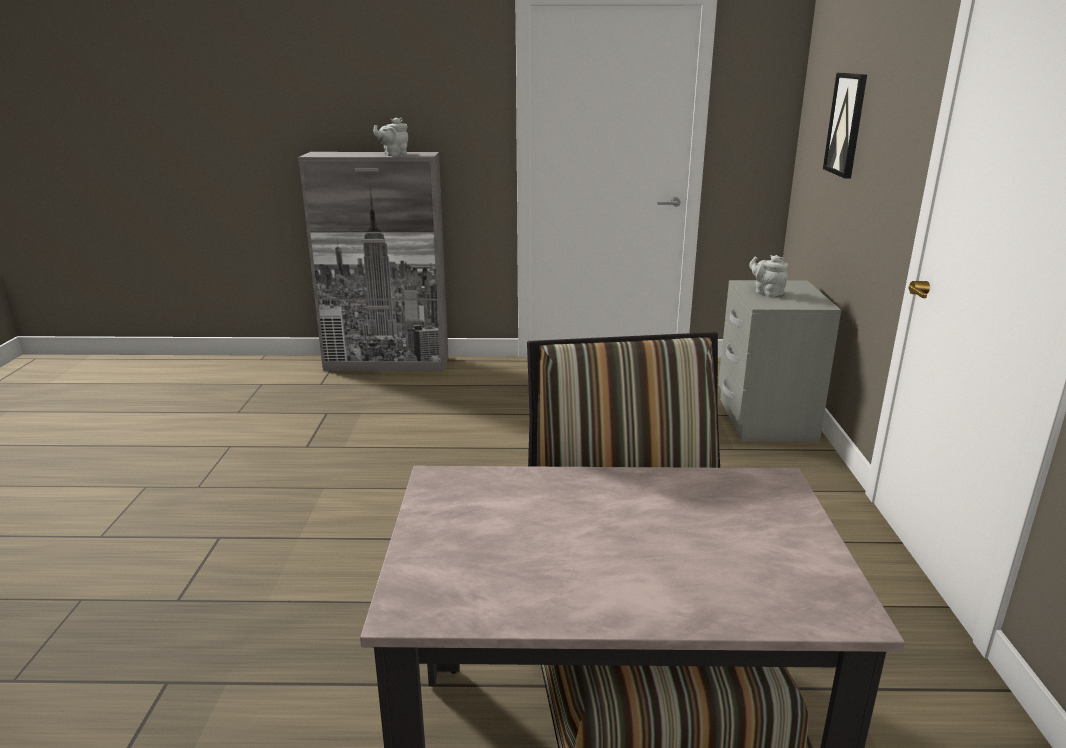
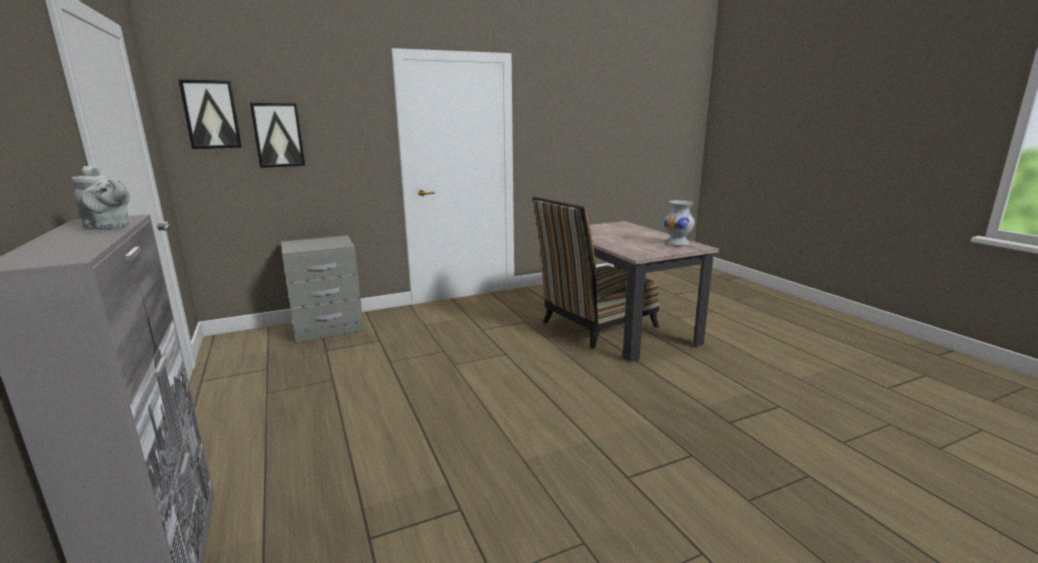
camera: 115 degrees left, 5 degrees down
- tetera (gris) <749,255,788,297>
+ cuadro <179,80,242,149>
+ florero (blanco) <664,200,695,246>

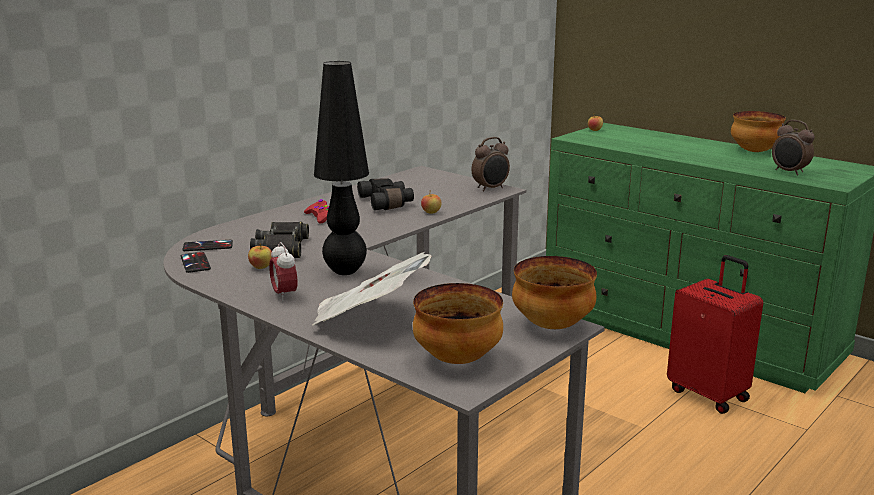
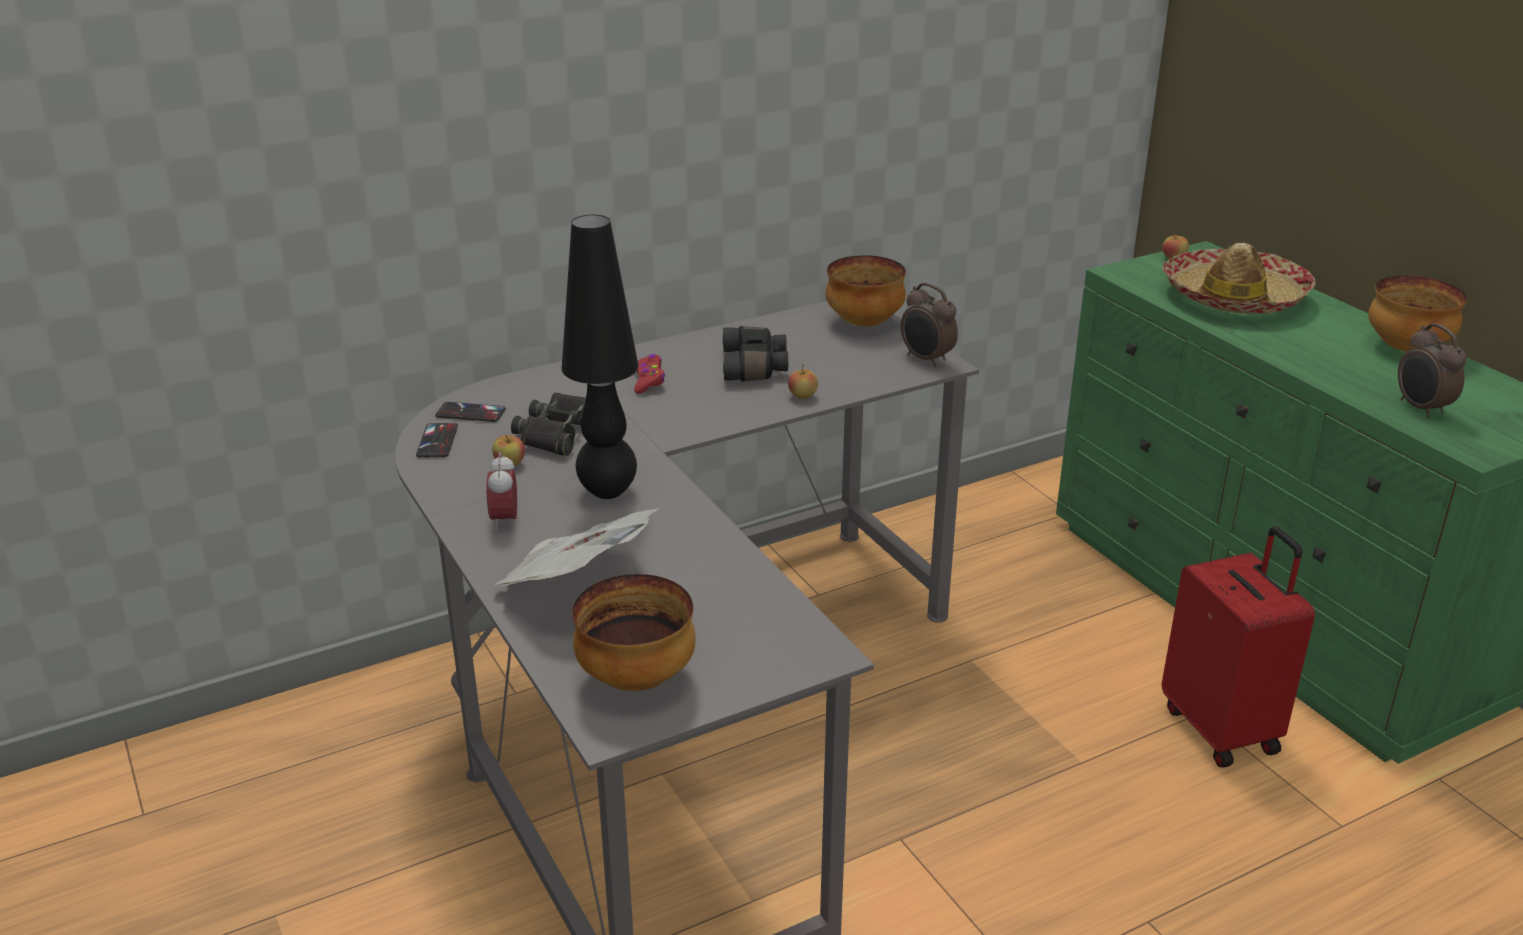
camera: 20 degrees right, 10 degrees up
~ despertador <471,137,510,191> = <901,283,958,367> 60 degrees clockwise
~ cuenco <512,256,597,329> to <826,255,906,326>
+ sombrero <1162,243,1316,314>

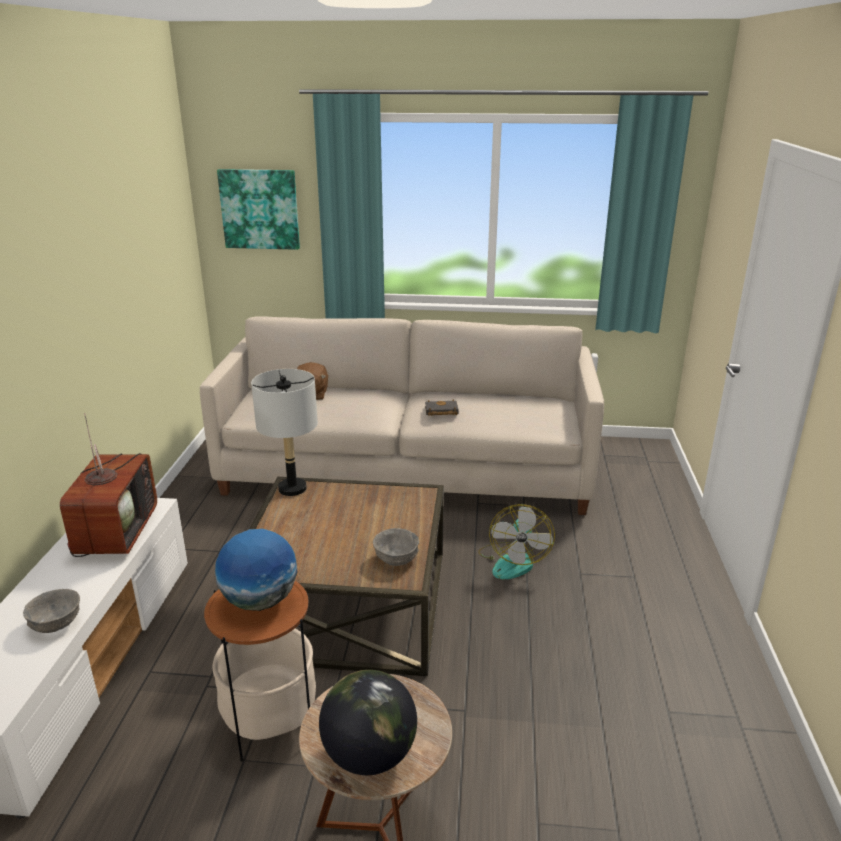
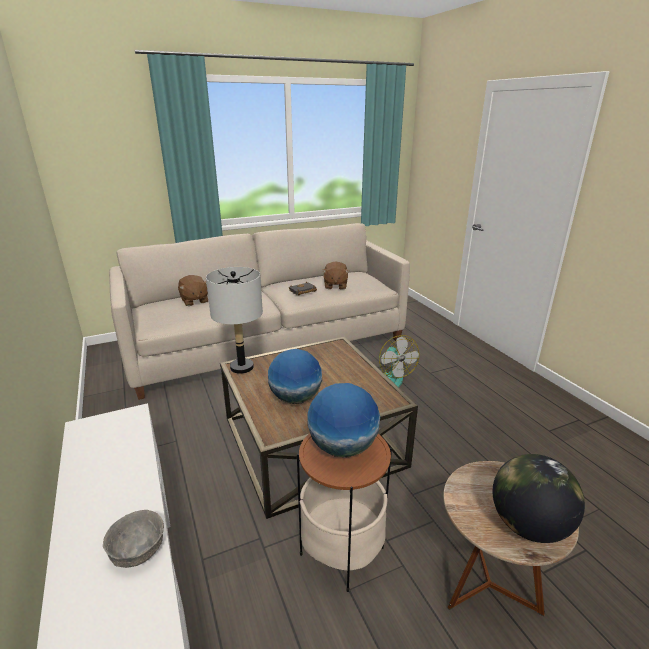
camera: 30 degrees left, 0 degrees up
- cuadro <217,169,300,250>
- televisor <60,413,157,557>
- cuenco (gris) <373,528,419,566>
+ peluche (marrón) <322,262,349,289>
+ globo terráqueo <268,349,322,404>

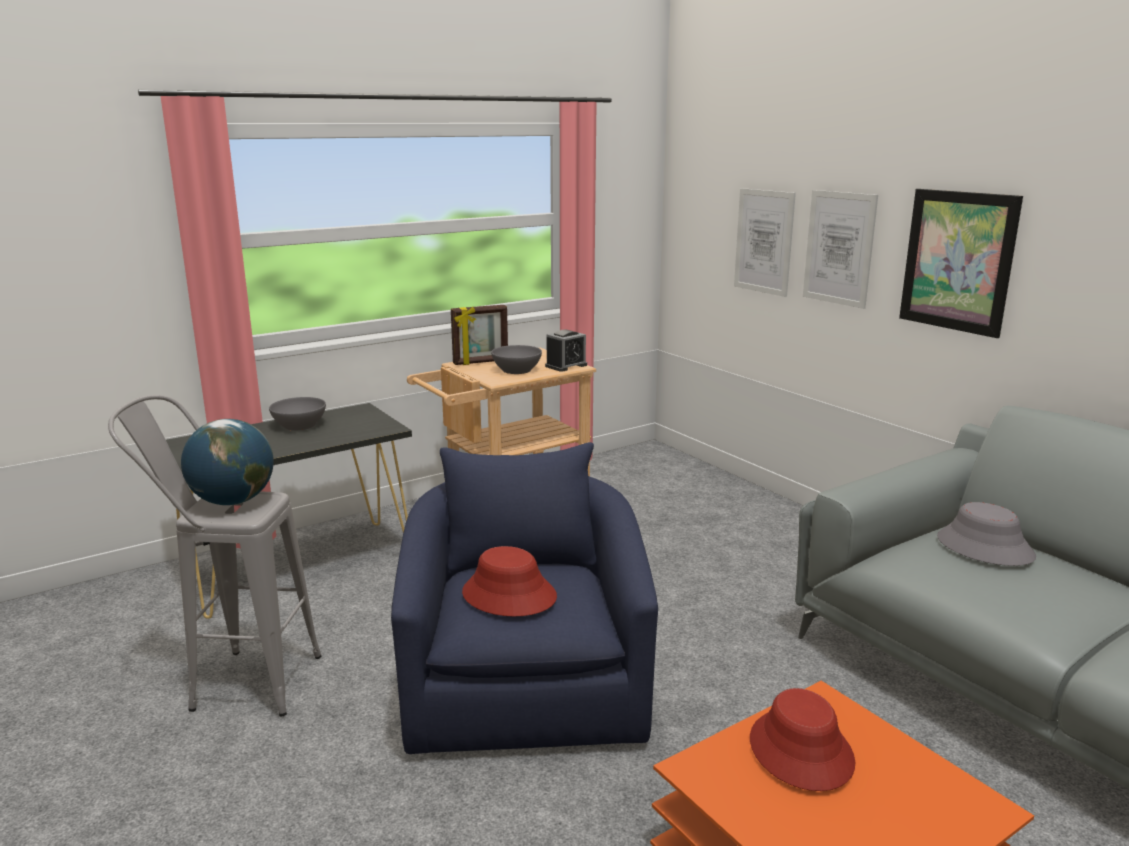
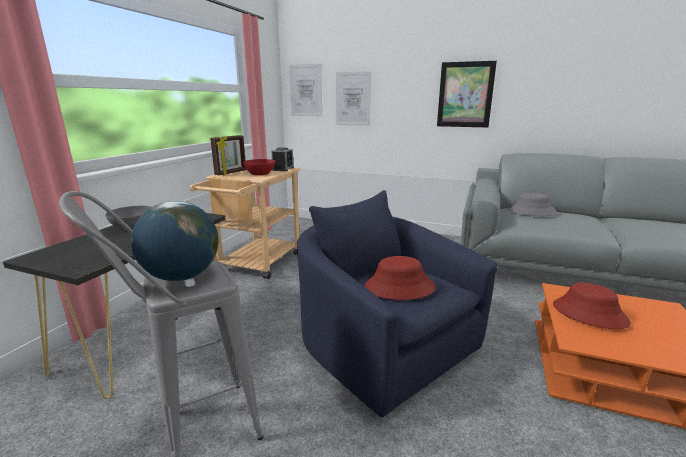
camera: 35 degrees left, 0 degrees up
~ cuadro <803,190,878,309> to <289,64,322,116>
~ cuenco (gris) <491,345,542,374> to cuenco (rojo) <243,159,275,175>

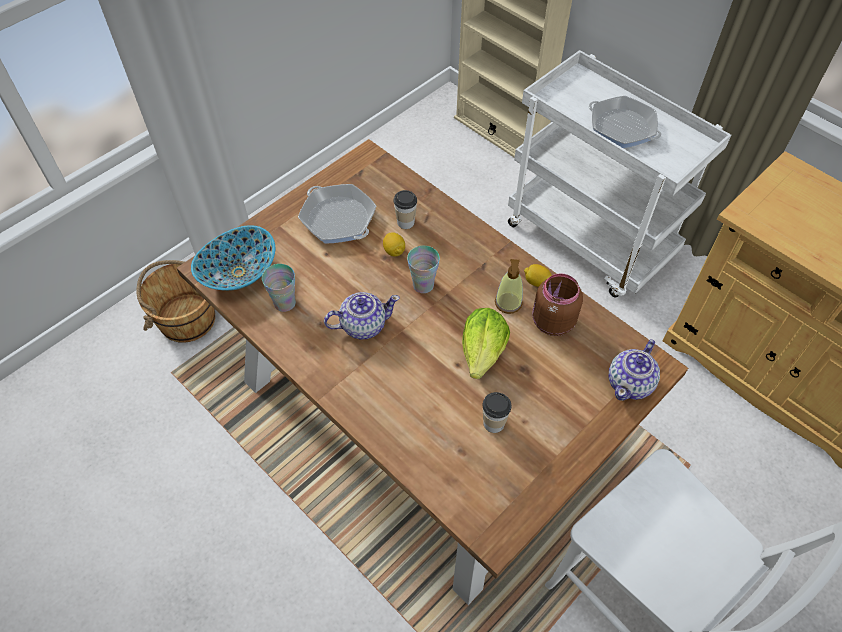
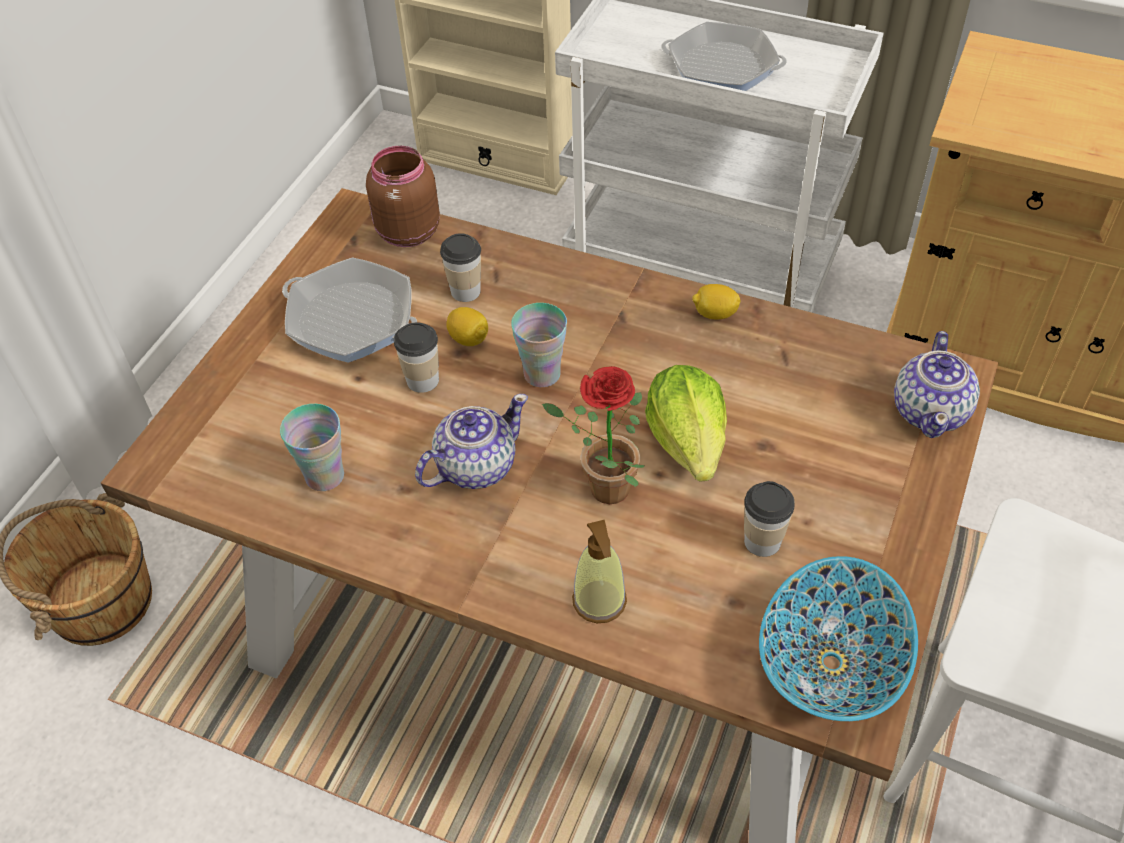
camera: 20 degrees left, 5 degrees down
~ cuenco <191,225,275,291> to <759,556,918,721>
~ dispensador de jabón <495,259,523,314> to <572,520,627,623>
~ tarro (marrón) <533,273,583,336> to <366,146,440,247>
+ taza <394,322,439,393>
+ planta en maceta <542,366,644,504>

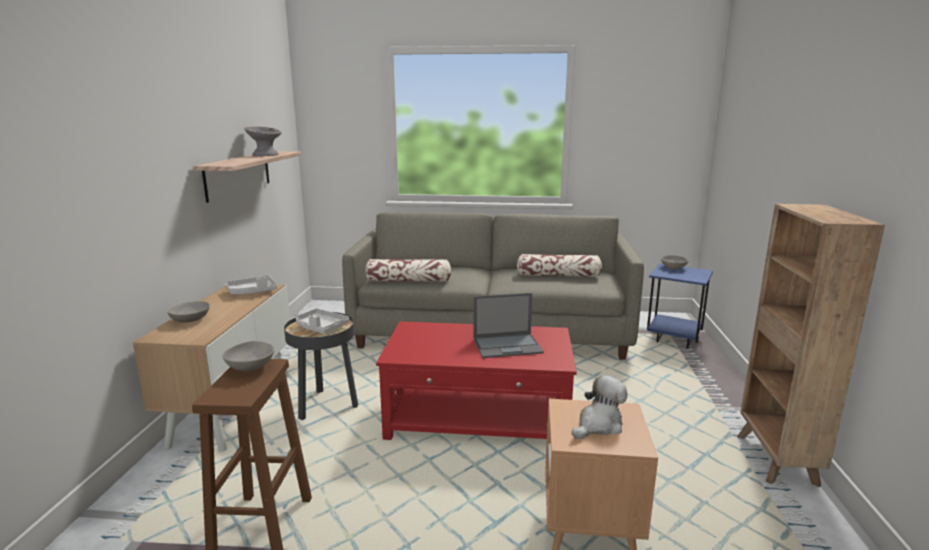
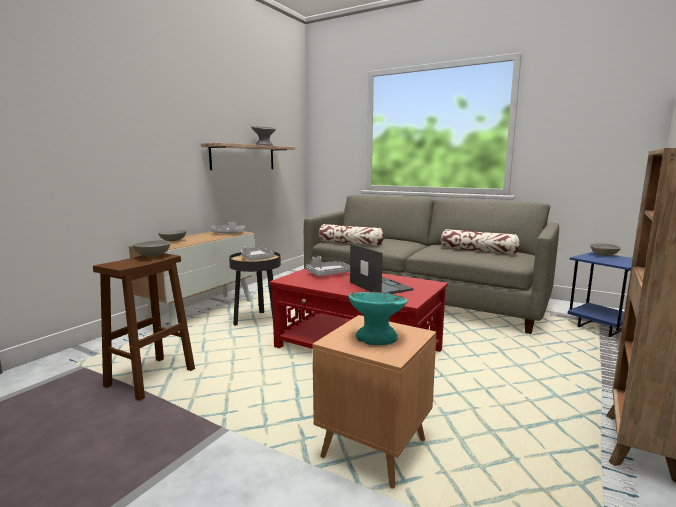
camera: 25 degrees right, 5 degrees down
~ portátil <473,293,544,358> = <350,243,413,294> 135 degrees counterclockwise
~ peluche <572,375,628,439> to cuenco (turquesa) <348,292,408,345>
+ bandeja (gris) <305,256,350,276>

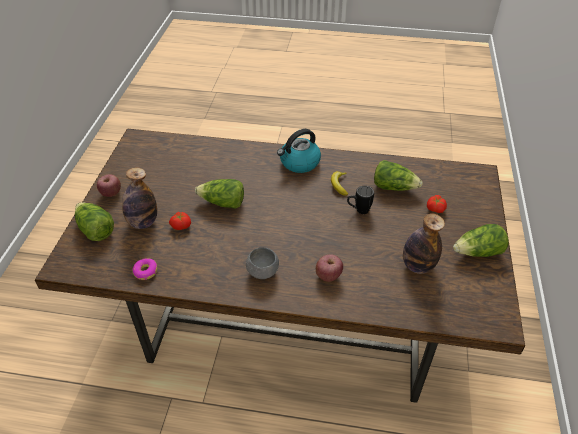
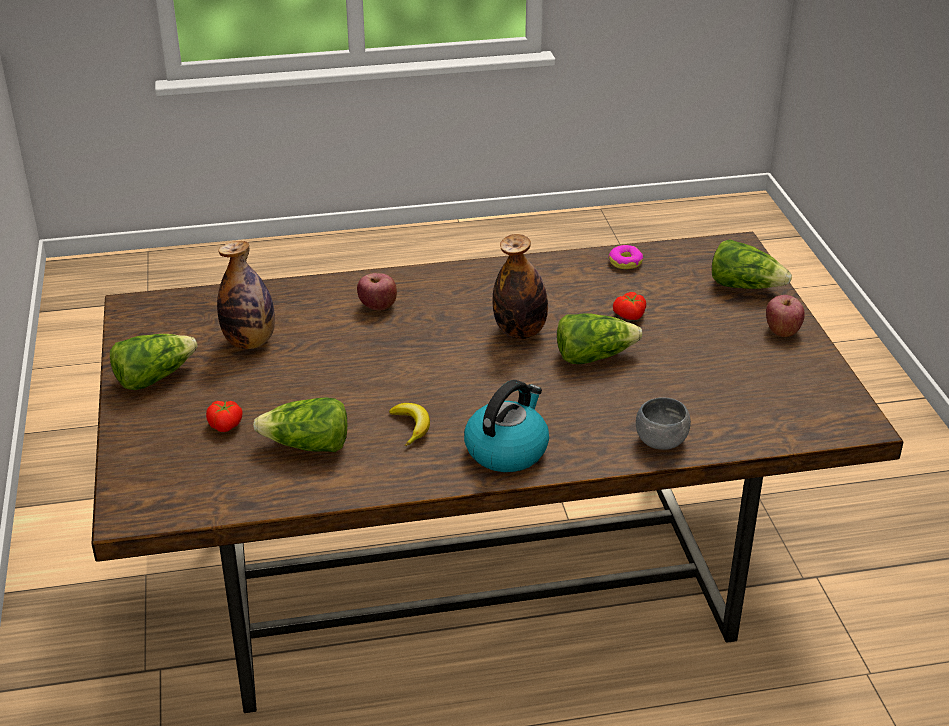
camera: 160 degrees right, 10 degrees down
~ botella <122,167,157,229> to <493,234,548,339>
- taza grande (negro) <347,186,374,214>
~ cuenco (gris) <246,247,279,279> to <636,398,691,450>

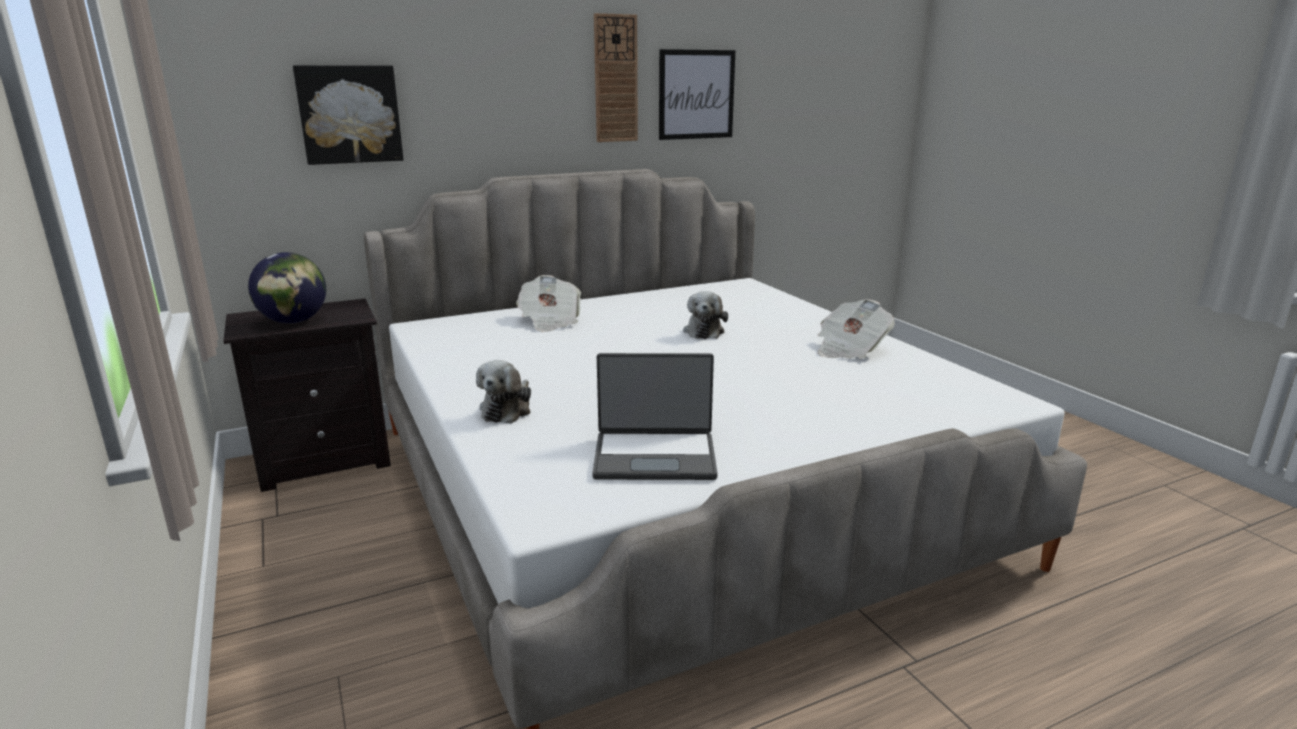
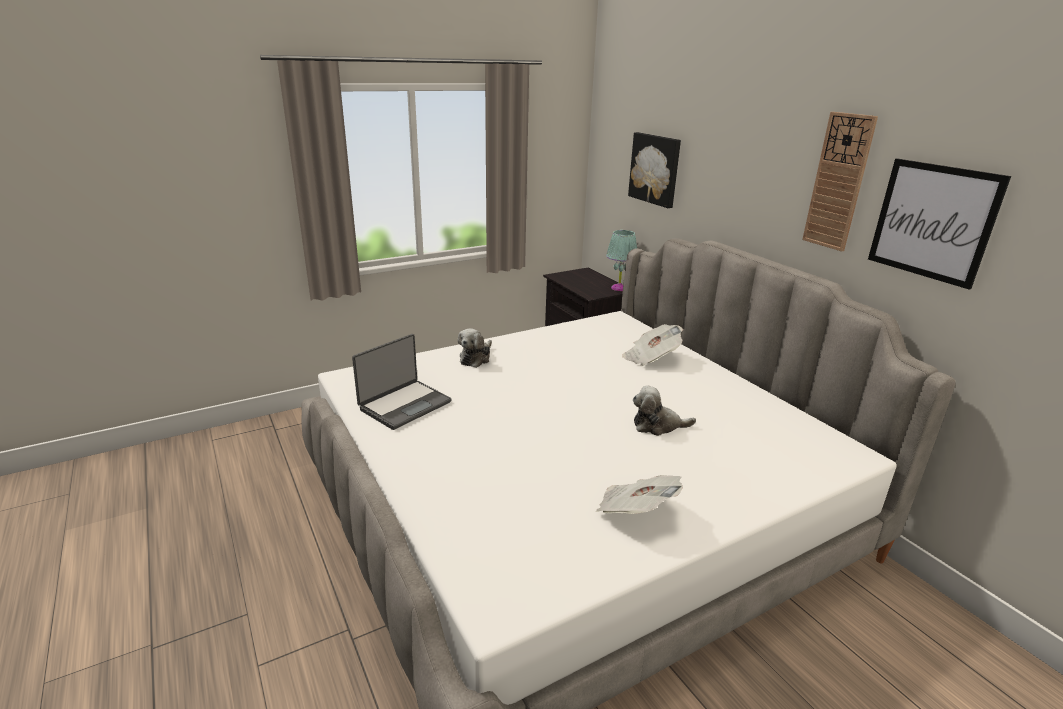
camera: 85 degrees right, 5 degrees up
- globo terráqueo <248,252,326,323>
~ portátil <592,353,718,480> = <352,334,452,430> 135 degrees counterclockwise
~ peluche <476,360,531,423> = <458,328,492,368> 75 degrees counterclockwise
+ lámpara de mesa (turquesa) <606,230,637,291>

